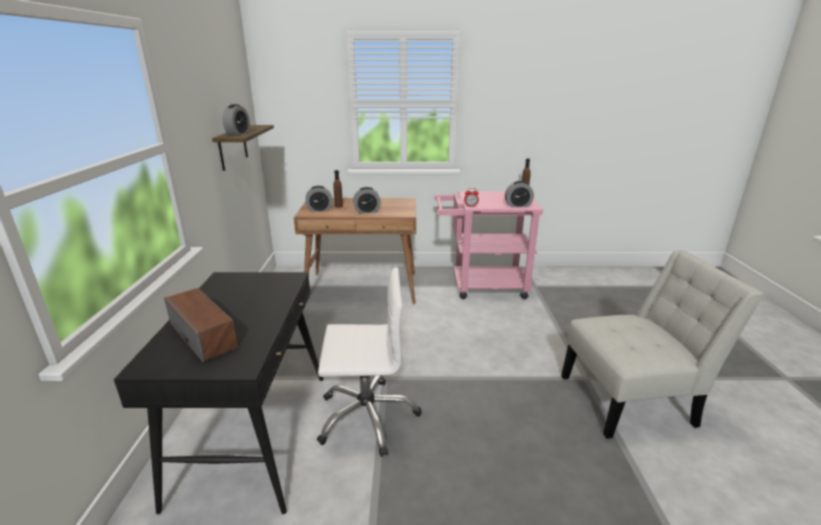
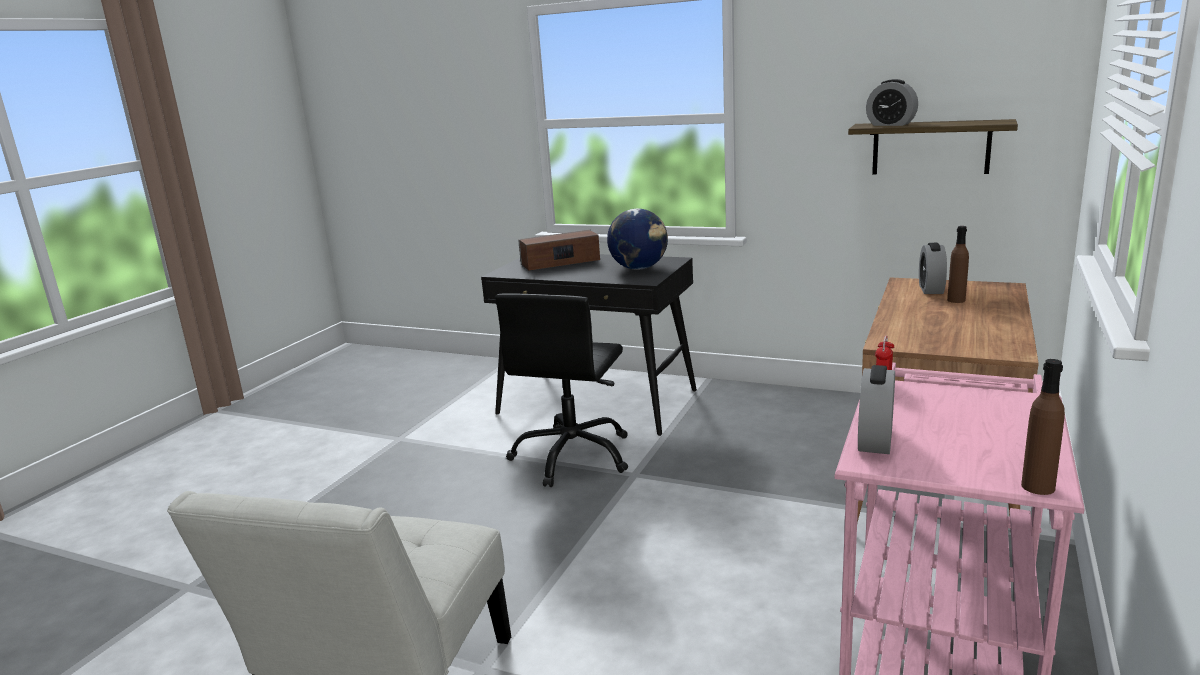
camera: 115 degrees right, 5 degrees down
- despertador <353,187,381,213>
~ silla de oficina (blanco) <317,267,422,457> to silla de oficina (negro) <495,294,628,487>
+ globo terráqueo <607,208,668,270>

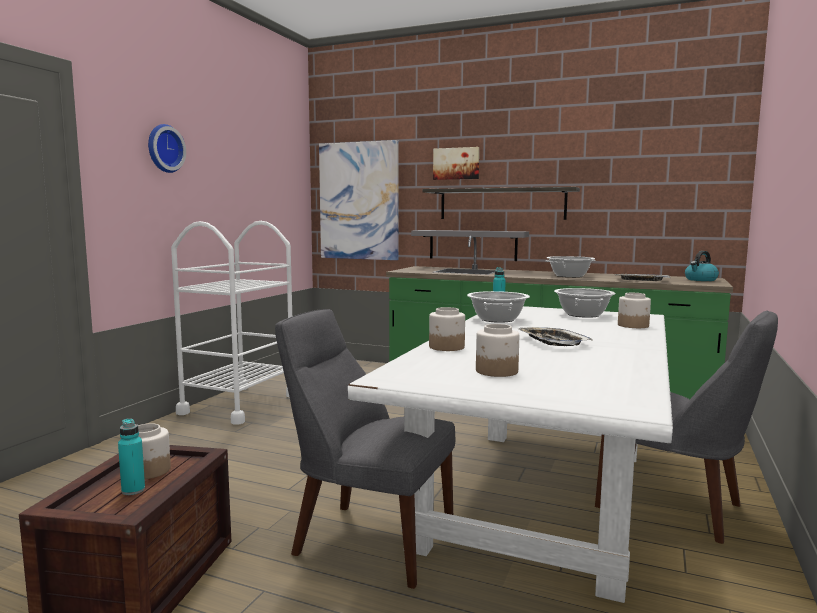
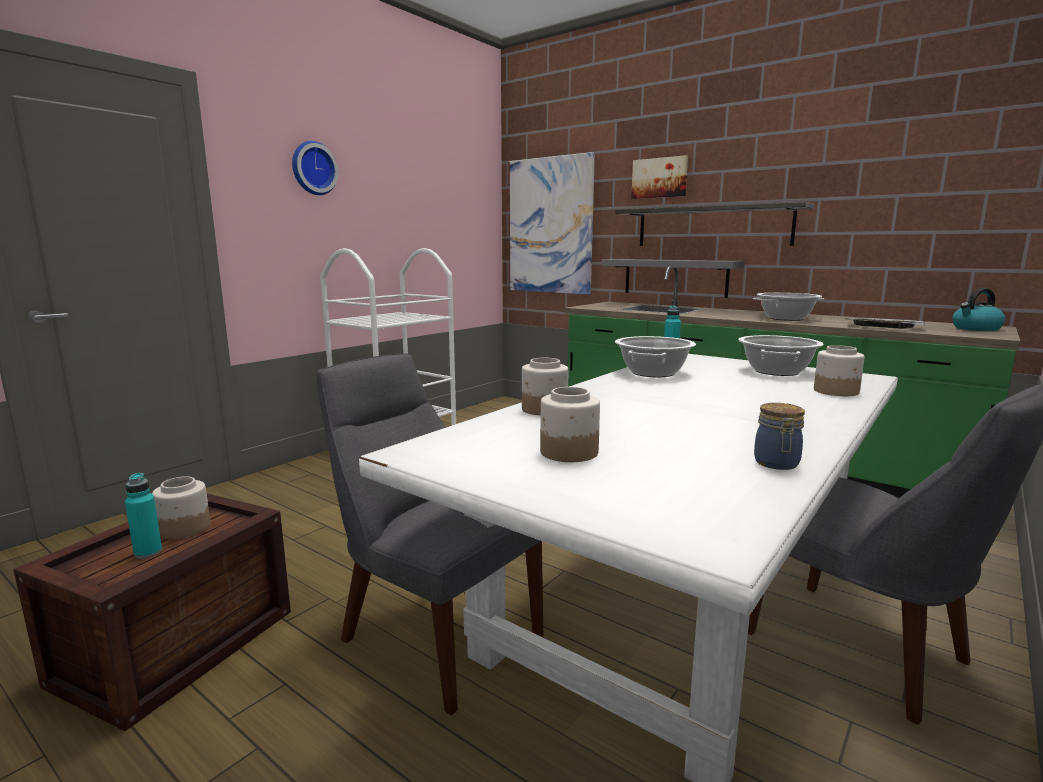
camera: 15 degrees right, 5 degrees up
- bandeja <517,327,593,346>
+ tarro <754,403,805,470>

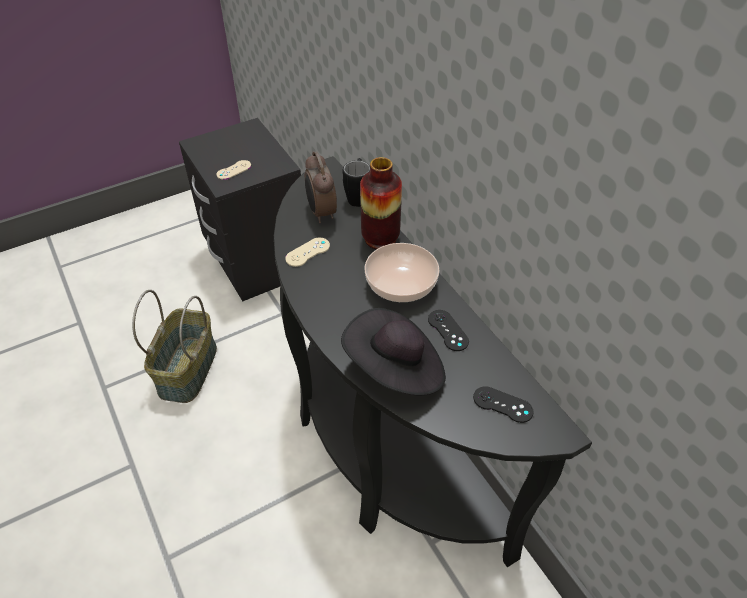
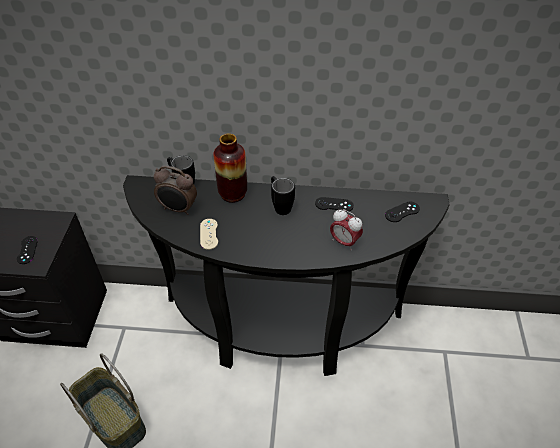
camera: 55 degrees left, 0 degrees up
~ mando de consola (beis) <216,160,251,180> to mando de consola (negro) <17,236,38,264>
~ cuenco <365,243,440,302> to taza grande (negro) <271,176,295,215>
~ sombrero (negro) <341,308,446,396> to despertador <330,209,363,250>

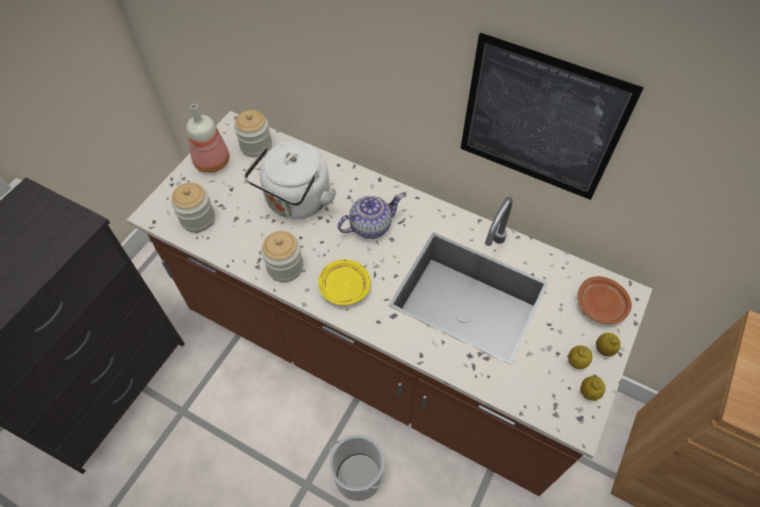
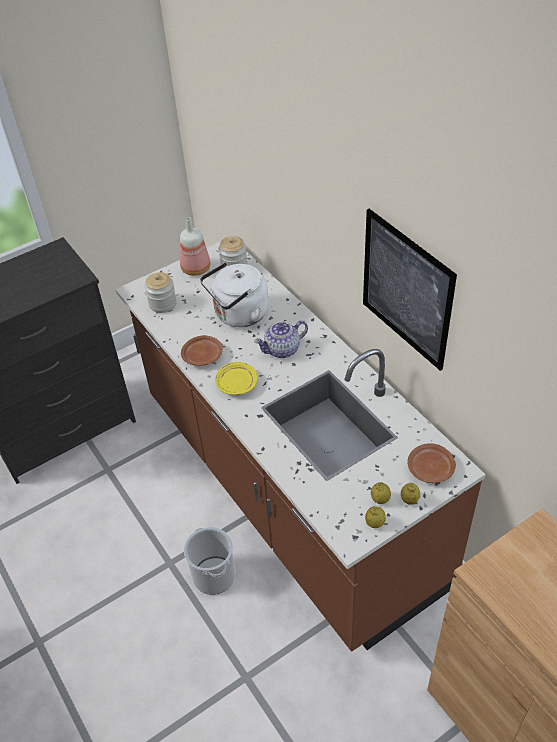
camera: 30 degrees right, 10 degrees down
~ tetera <338,194,403,239> = <254,320,308,358> 150 degrees clockwise
~ tarro <261,231,303,282> to plato (marrón) <181,335,223,366>

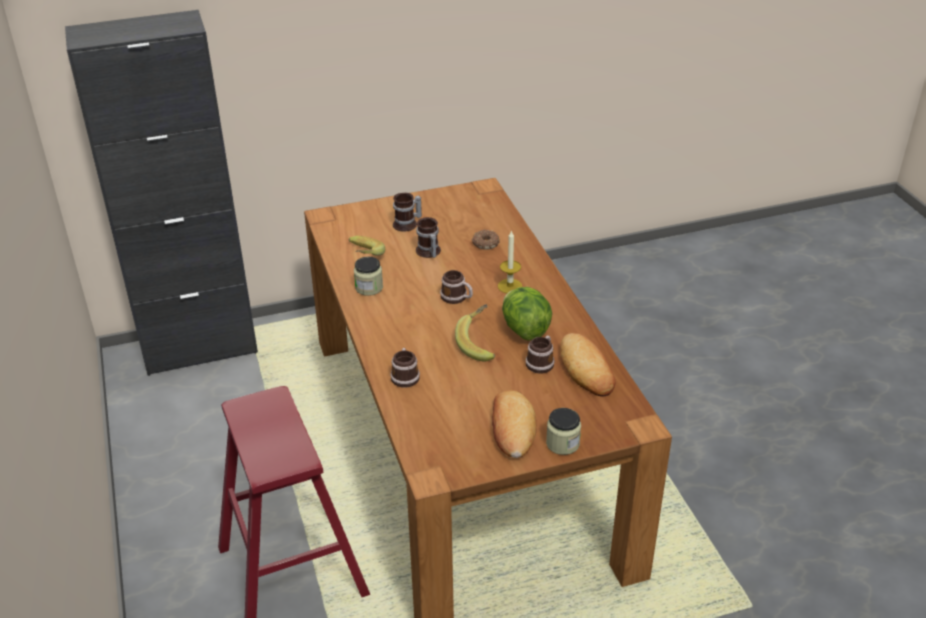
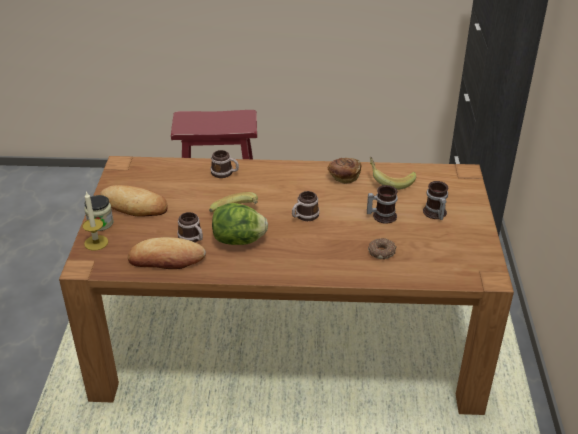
camera: 110 degrees right, 0 degrees up
~ vela <498,230,522,293> to <82,191,108,251>
~ tarro <354,257,383,296> to pan <328,158,361,184>

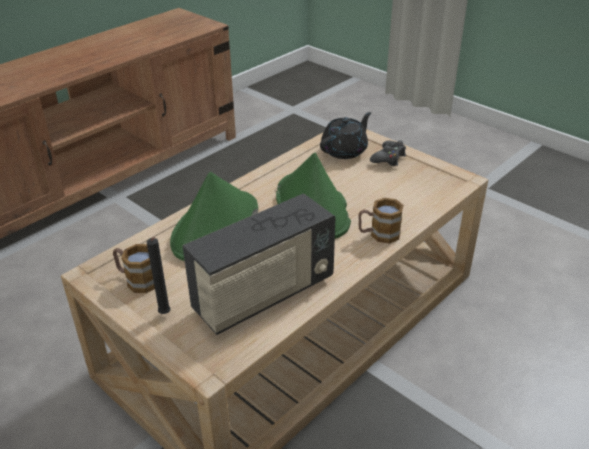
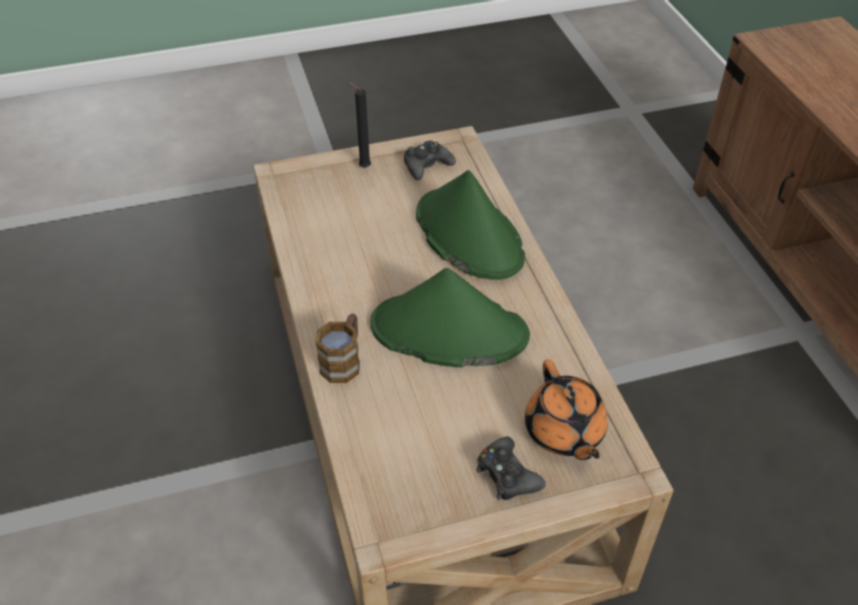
camera: 120 degrees right, 10 degrees up
~ tetera (negro) <320,112,371,159> to tetera (naranja) <525,360,608,460>
- radio <182,194,336,335>
~ taza grande <113,244,155,293> to mando de consola (negro) <404,140,456,180>

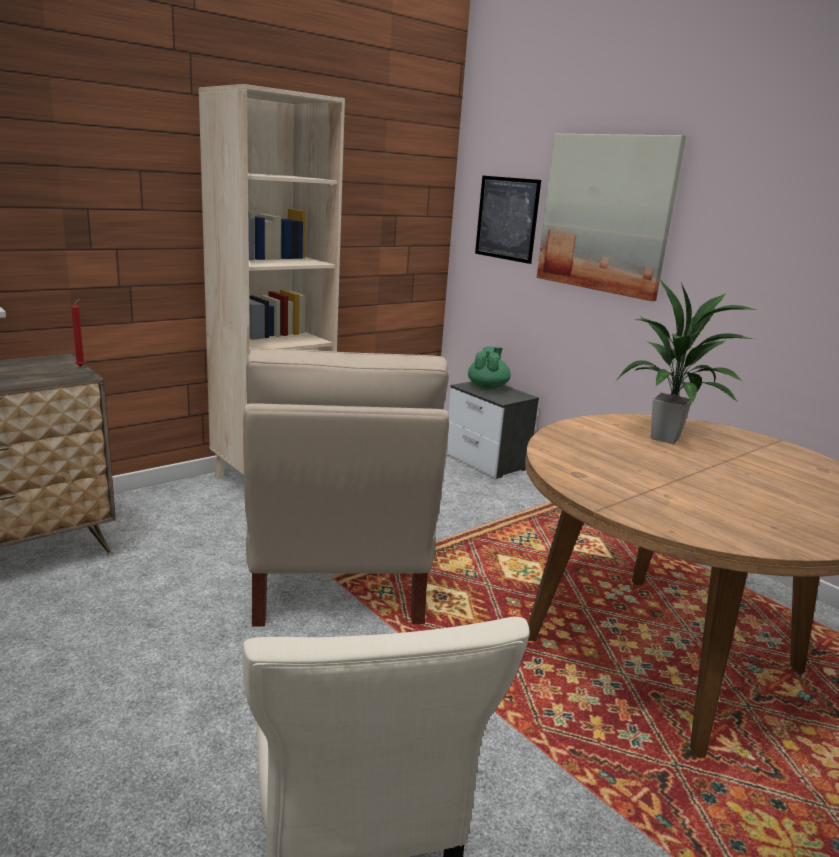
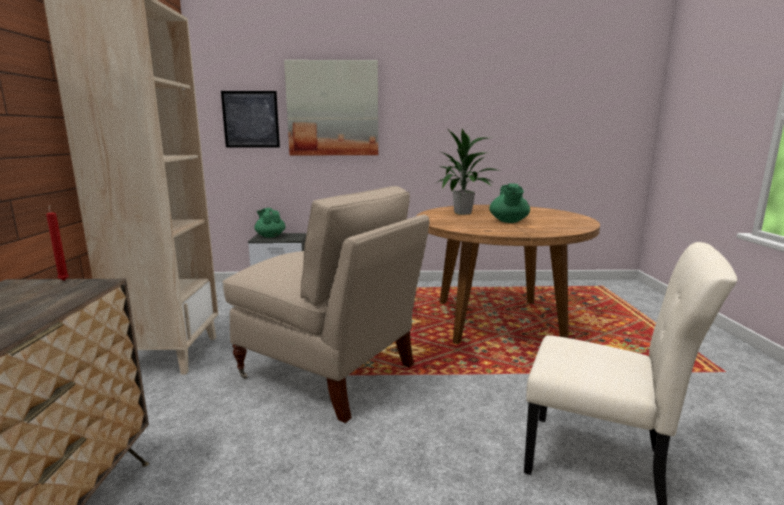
camera: 50 degrees left, 5 degrees down
+ tetera (verde) <489,183,530,223>

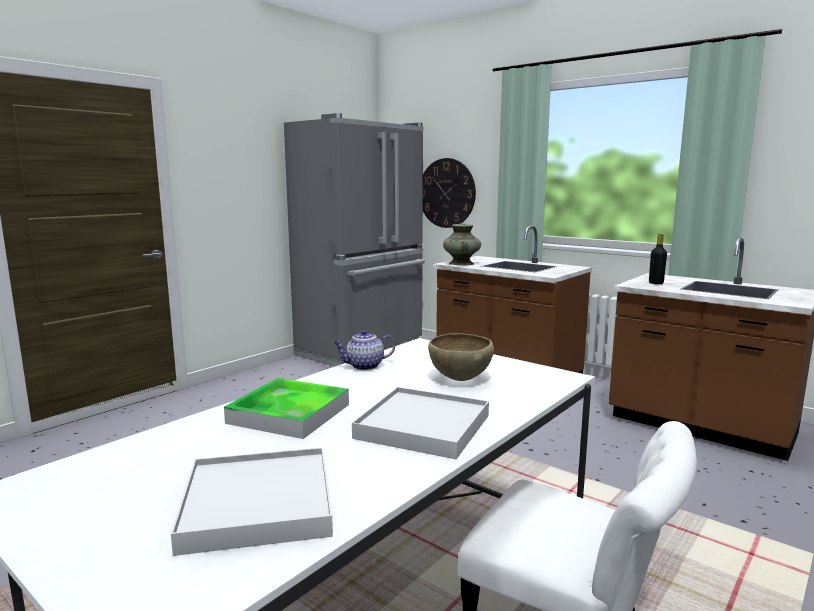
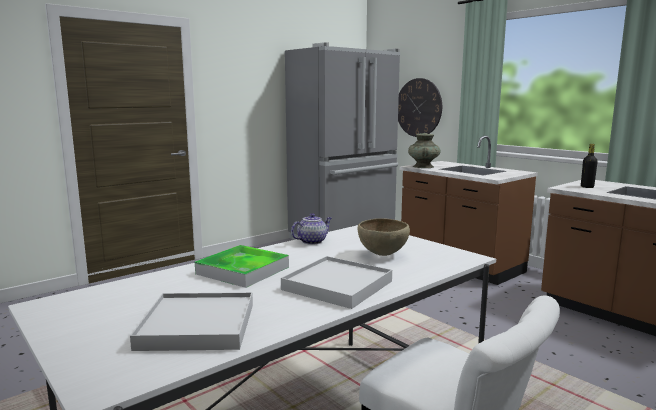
camera: 10 degrees right, 0 degrees up
~ tetera <333,330,395,370> = <291,213,332,245> 150 degrees clockwise

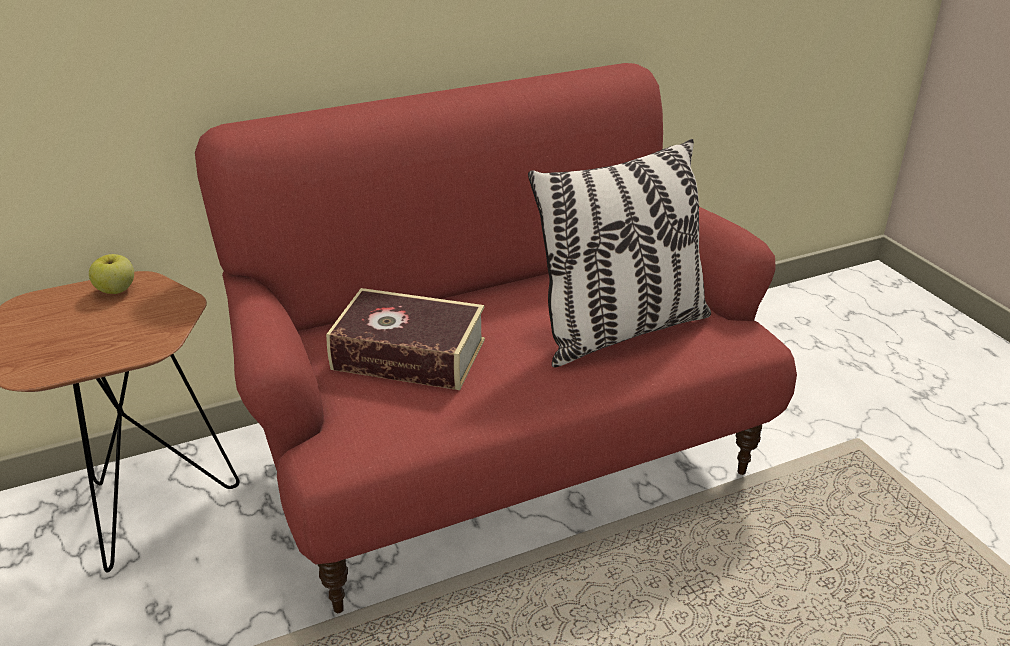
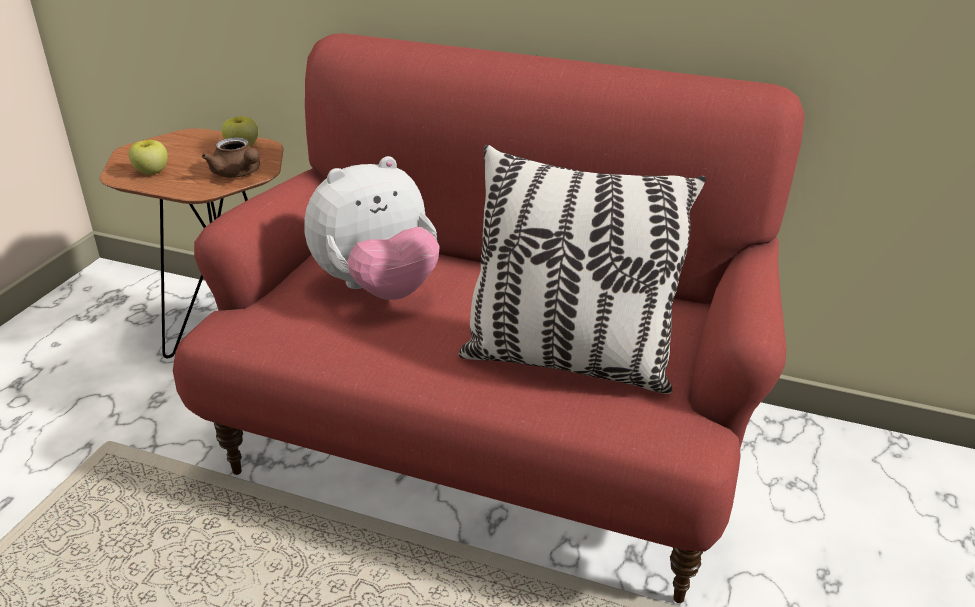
camera: 45 degrees right, 0 degrees up
~ libro <326,288,485,390> to peluche <304,156,439,300>
+ tetera (marrón) <202,138,260,178>
+ manzana <128,140,168,175>

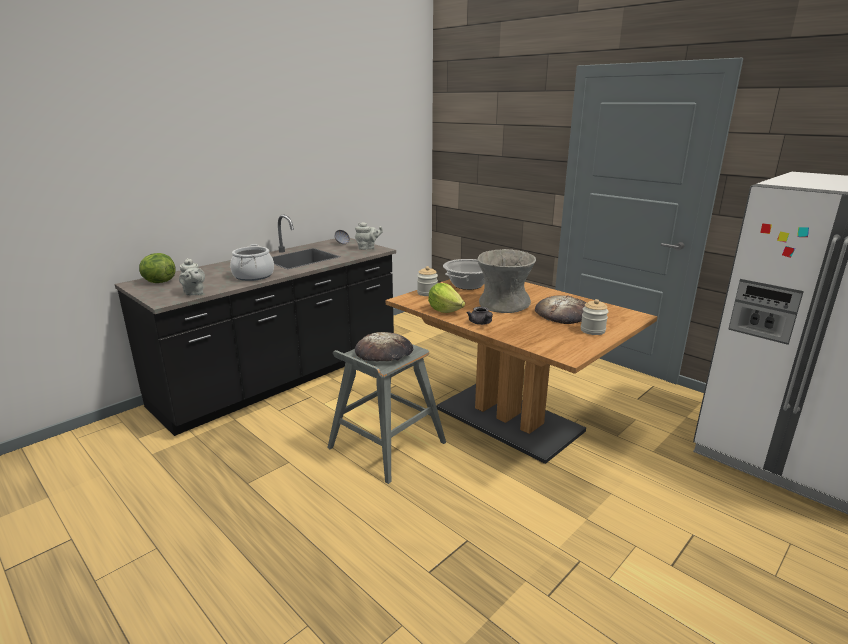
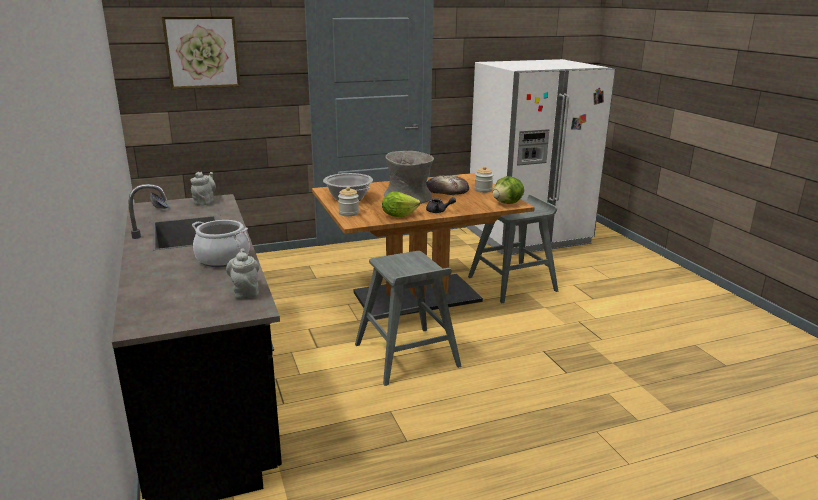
camera: 65 degrees left, 0 degrees up
~ lechuga <139,253,176,283> to <493,176,524,204>
~ tetera (gris) <179,258,205,296> = <226,248,259,299> 105 degrees counterclockwise
- pan <355,332,413,362>
+ cuadro <162,16,241,89>
+ taburete (gris) <468,195,559,303>

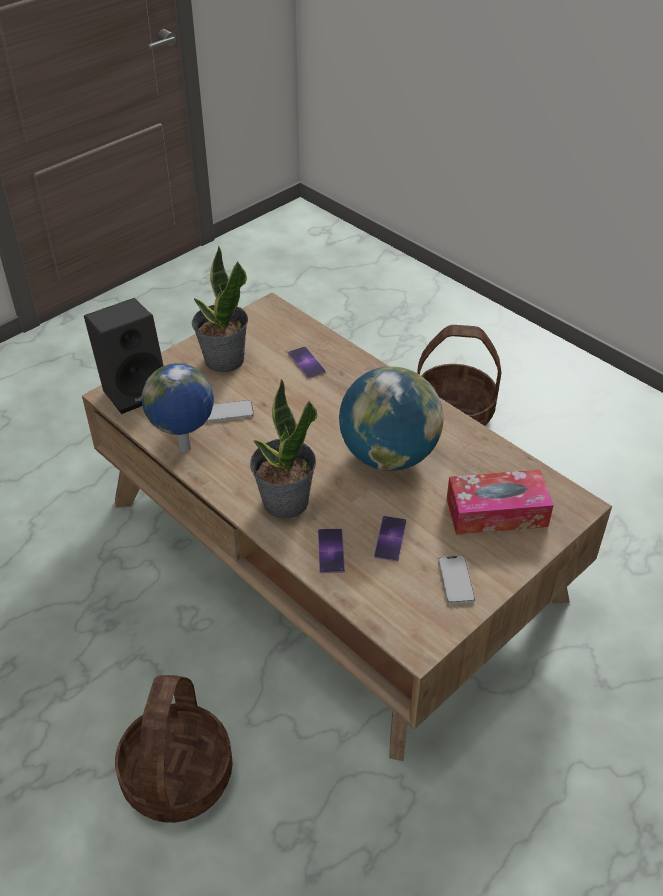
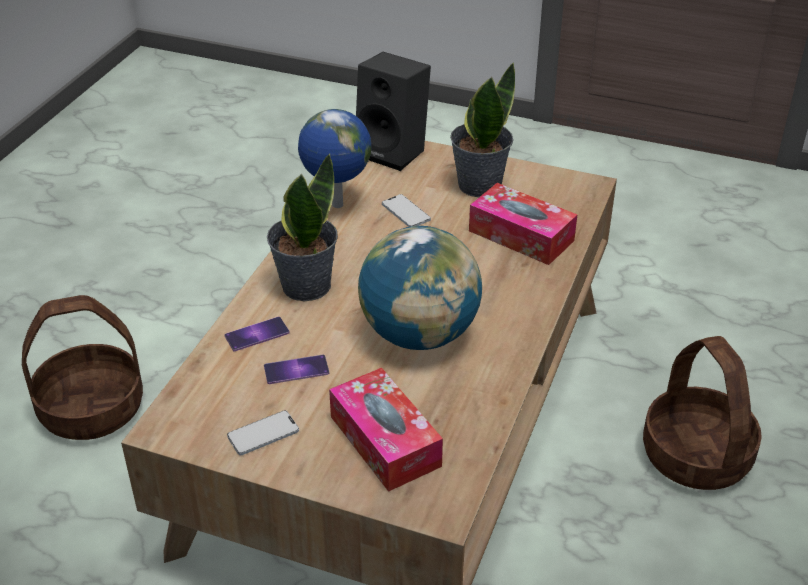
camera: 65 degrees right, 5 degrees down
~ móvil <288,346,326,379> to caja de pañuelos <469,183,577,265>

